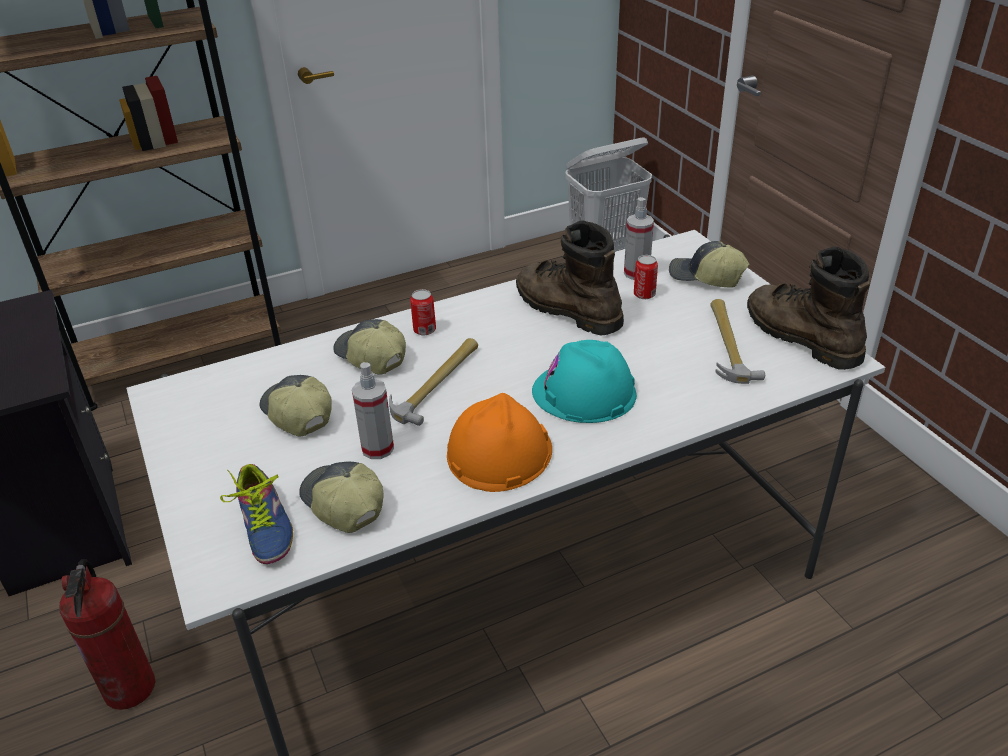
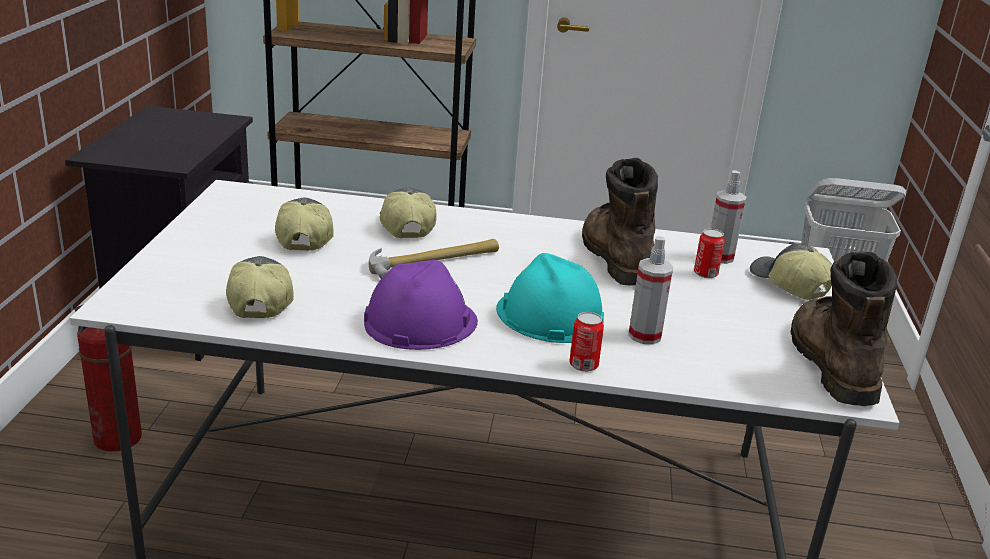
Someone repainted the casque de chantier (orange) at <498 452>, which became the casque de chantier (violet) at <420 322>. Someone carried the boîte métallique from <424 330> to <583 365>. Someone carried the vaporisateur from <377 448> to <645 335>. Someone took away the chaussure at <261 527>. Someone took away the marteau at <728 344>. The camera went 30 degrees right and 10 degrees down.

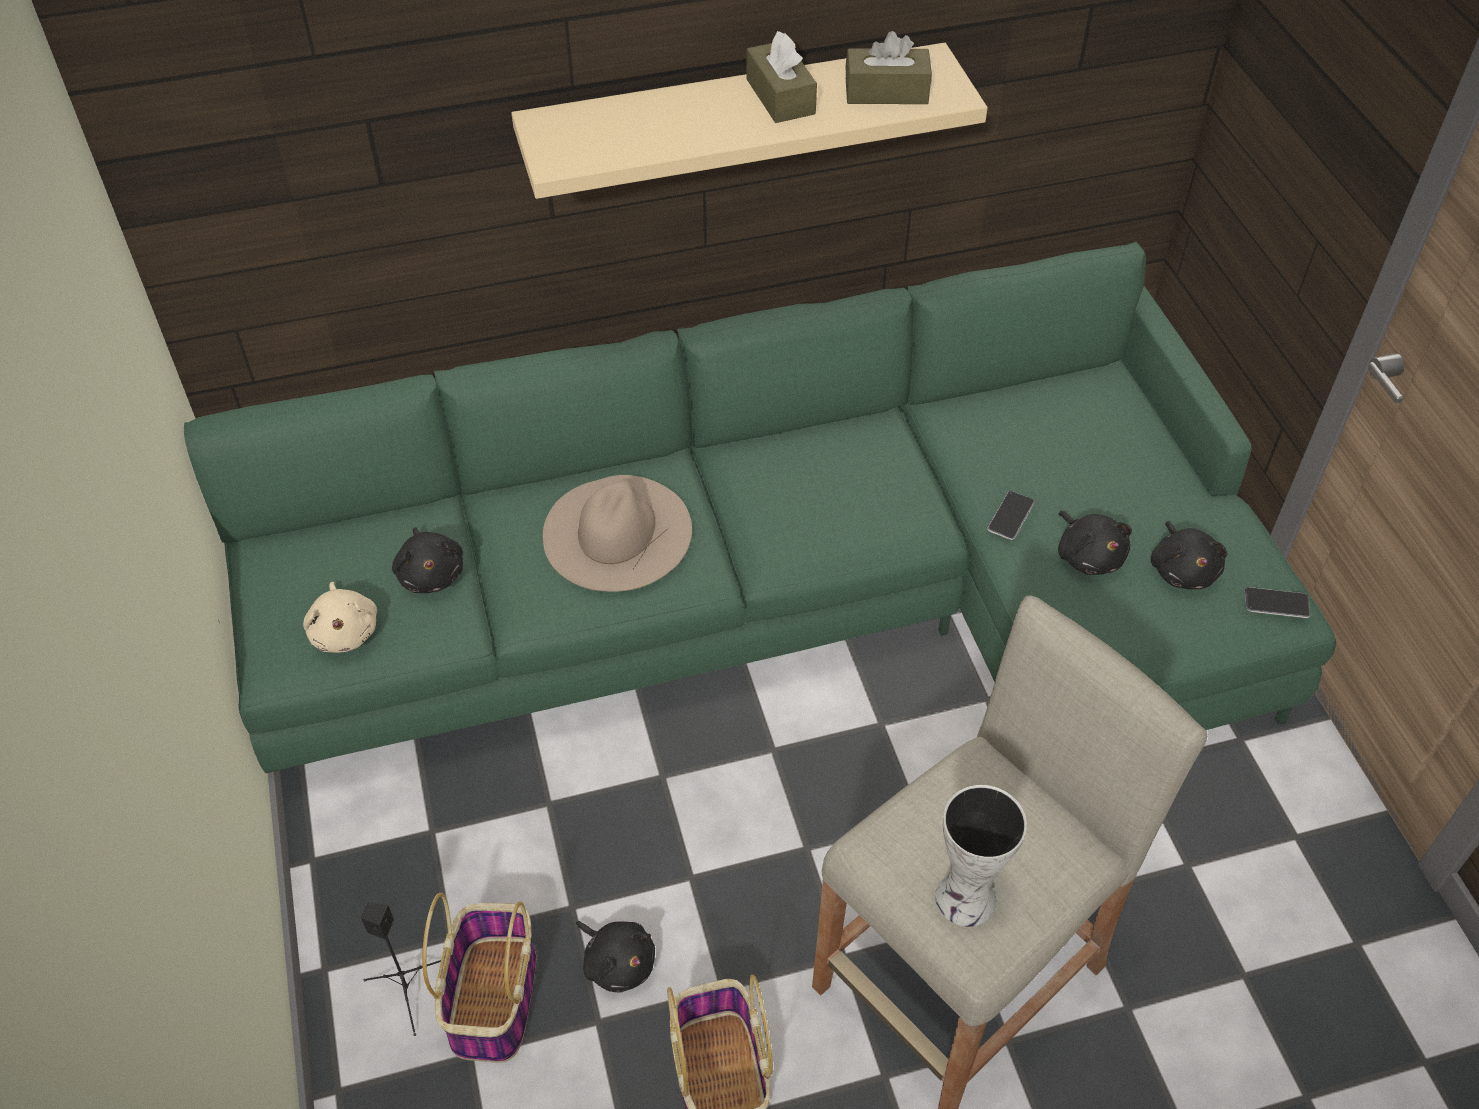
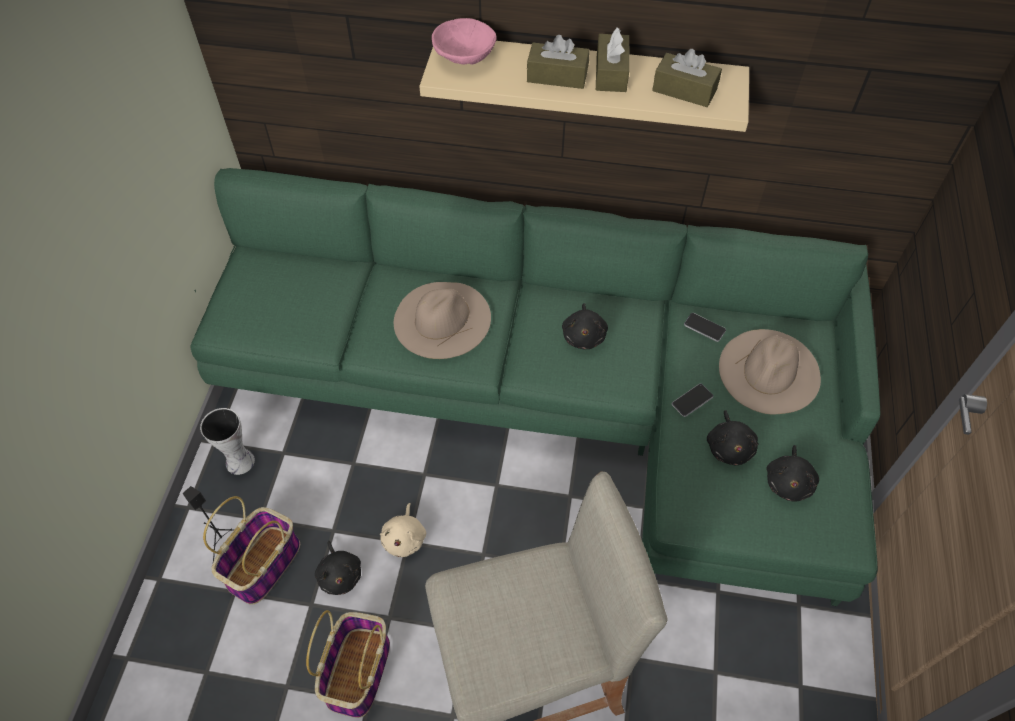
Someone carried the vase from <962 899> to <238 461>. Someone carried the peluche (beige) from <345 631> to <405 538>. Someone put down the bol (rose) at <464 58>. Someone put down the boîte à mouchoirs (marron) at <557 76>. Someone carried the peluche (noir) from <431 573> to <584 335>. Someone carried the téléphone from <1276 603> to <704 327>. Someone put down the chapeau (beige) at <769 371>. The camera went 25 degrees right and 5 degrees up.

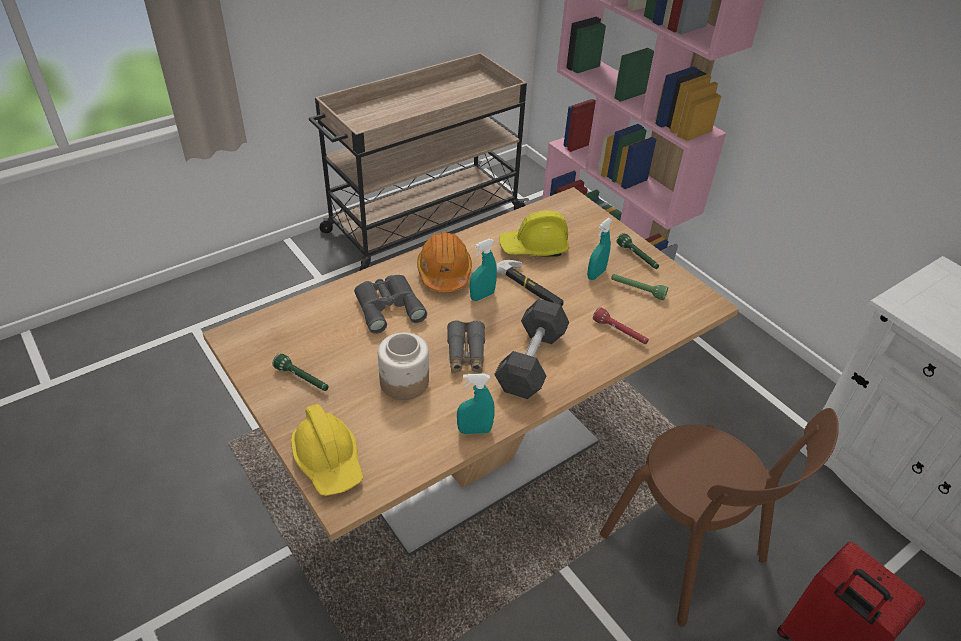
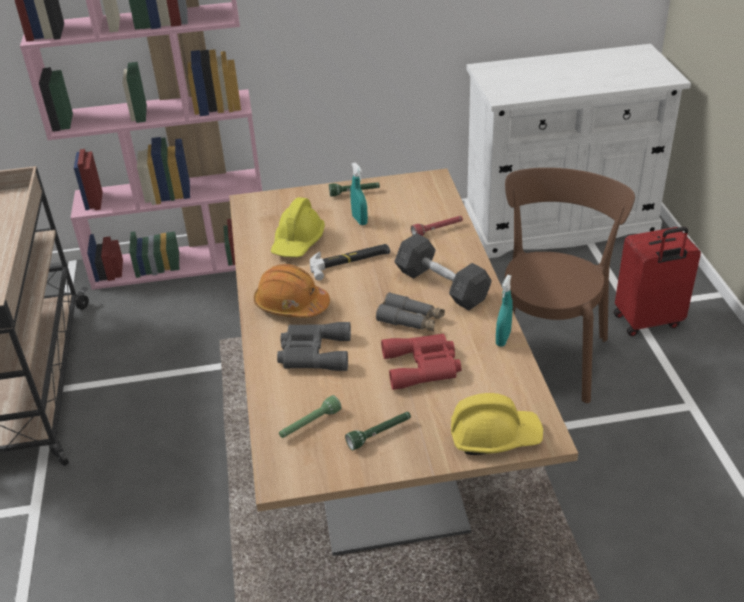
Someone carried the lampe de poche (vert) from <637 290> to <309 424>. Someone swapped the bocal at <404 382> for the jumelles (rouge) at <423 366>. Someone rotated the chaise (marron) at <688 553> by 60 degrees counterclockwise. Someone took away the vaporisateur (turquoise) at <482 296>. The camera went 60 degrees left and 5 degrees down.

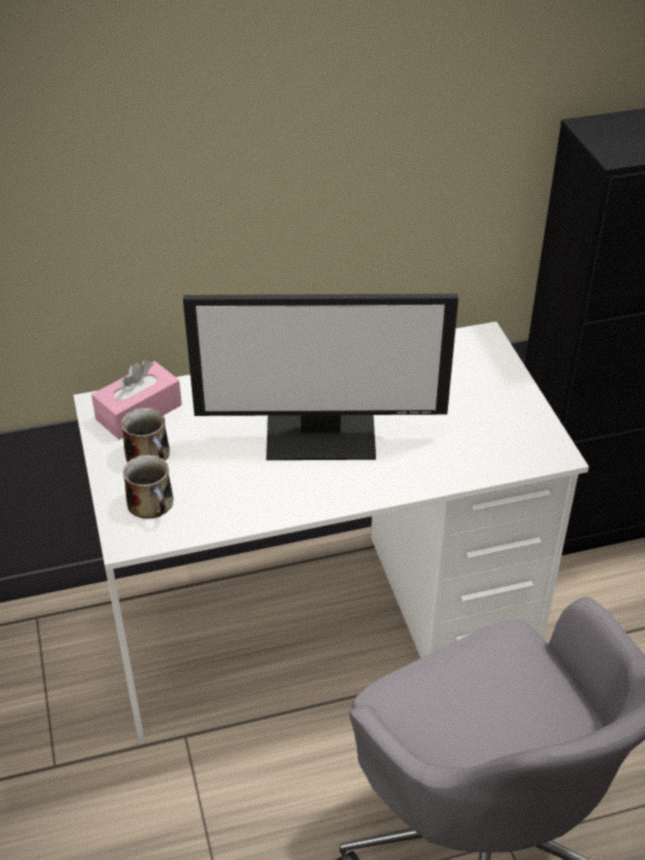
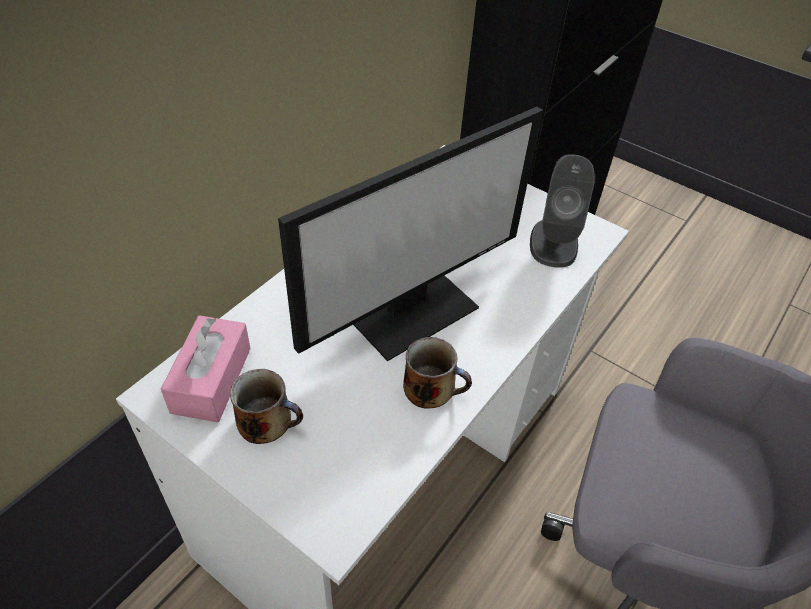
Someone carried the mug from <152 504> to <432 388>. Someone put down the enceinte (gris) at <554 242>. The camera went 40 degrees left and 5 degrees up.

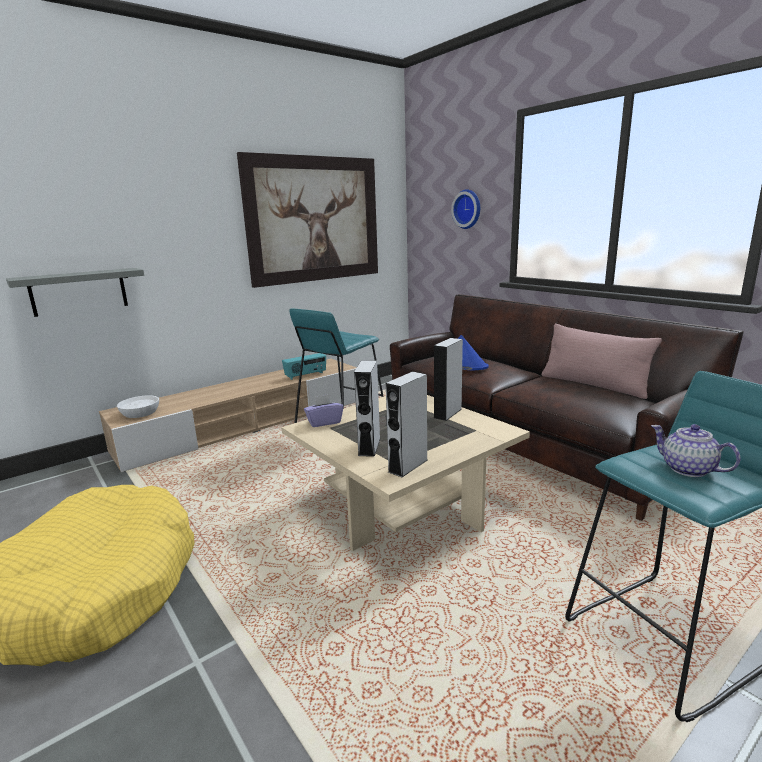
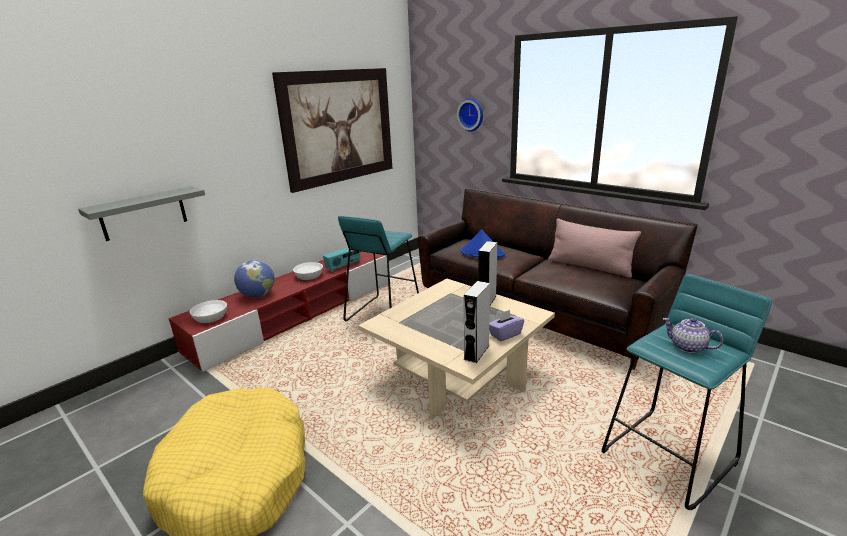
Someone repainted the meuble télé (beige) at <247 425>, which became the meuble télé (rouge) at <297 315>. Someone put down the globe at <258 295>. Someone put down the bol (blanc) at <308 276>. Someone carried the boîte à mouchoirs (violet) from <324 422> to <505 334>. Someone took away the enceinte (gris) at <369 447>. The camera went 10 degrees left and 5 degrees up.

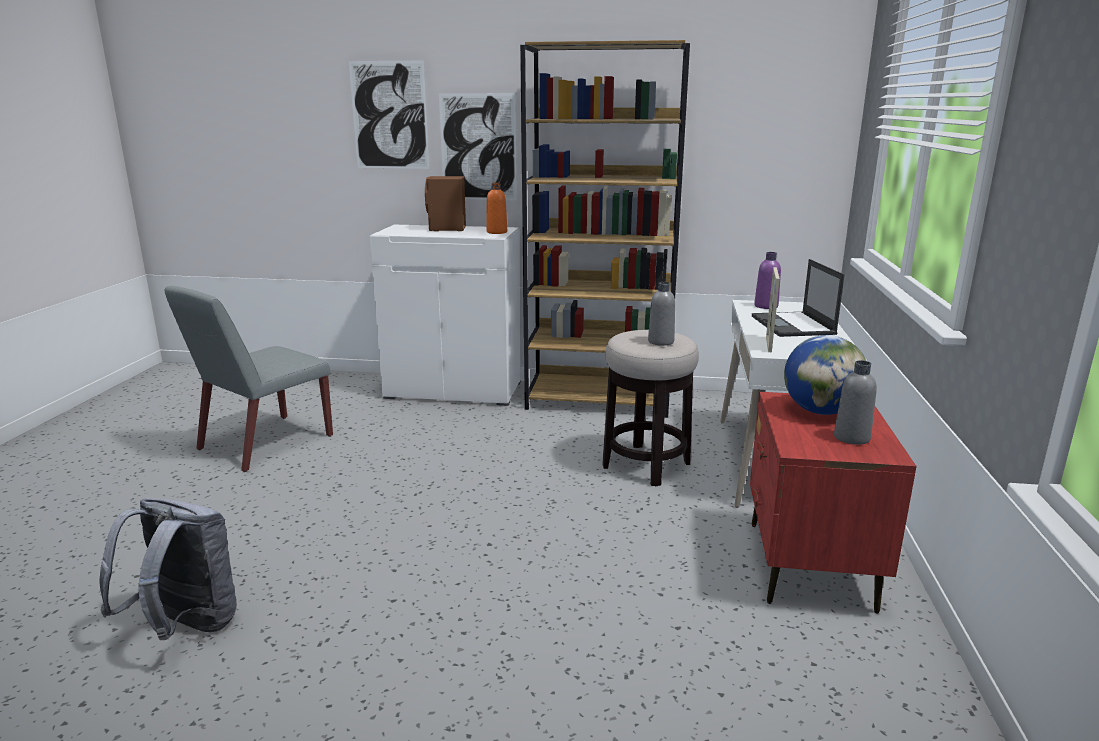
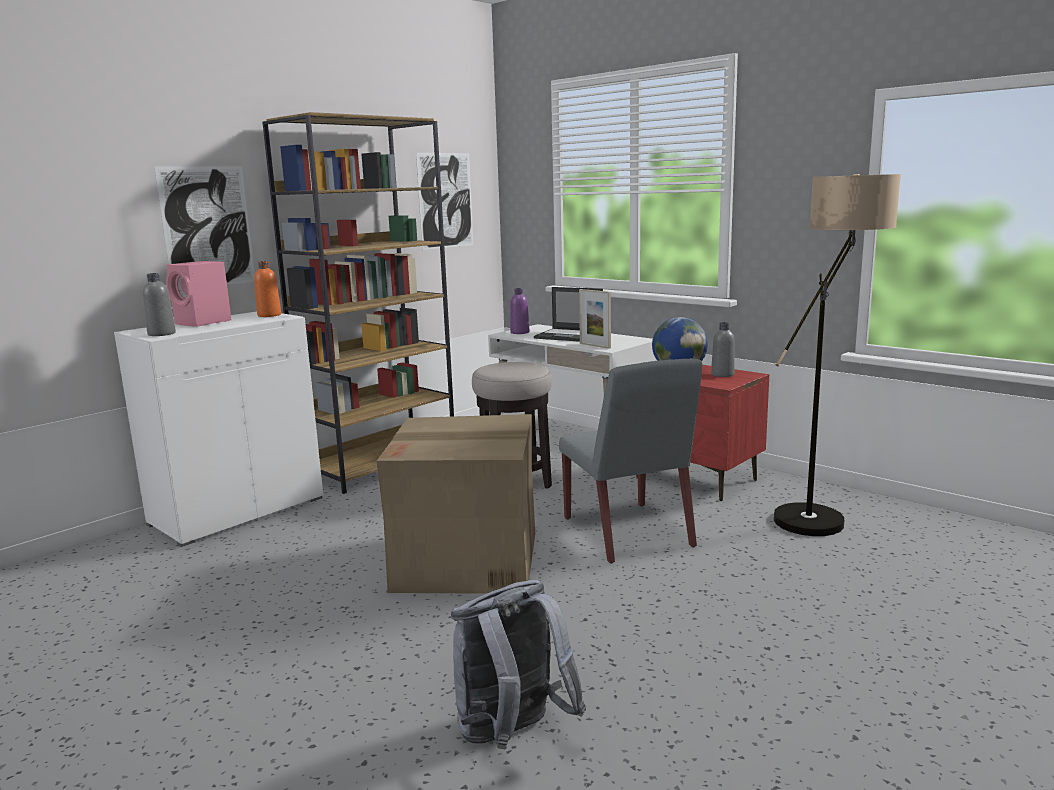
Someone carried the bouteille (gris) from <661 342> to <161 334>. Someone repainted the enceinte (marron) at <447 229>, which became the enceinte (rose) at <203 323>. Someone put down the carton at <468 560>. Someone carried the tableau from <389 115> to <445 200>. Someone carried the chaise (gris) from <264 443> to <628 533>. Someone put down the lampadaire at <821 513>. The camera went 55 degrees left and 5 degrees down.

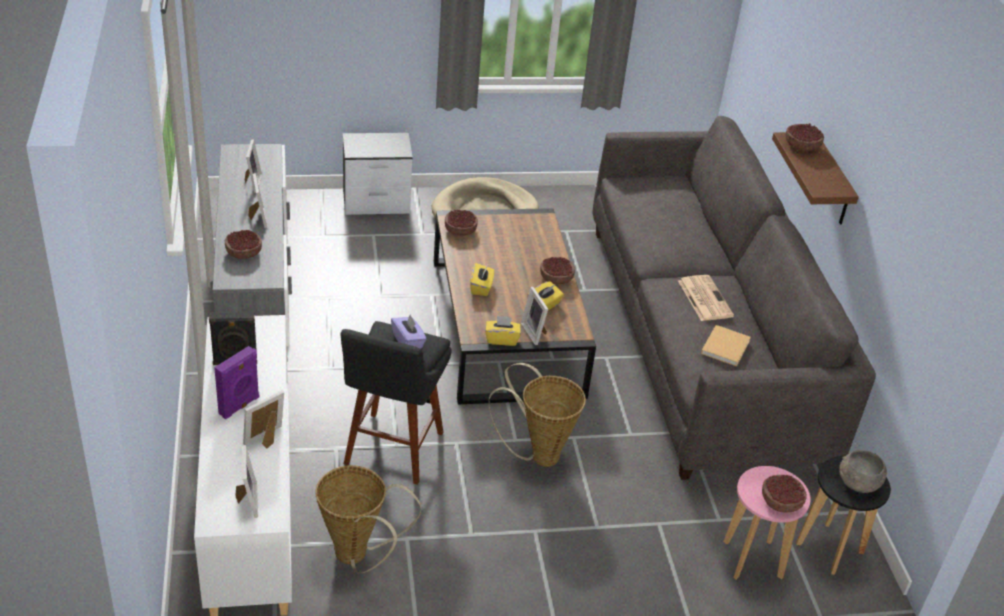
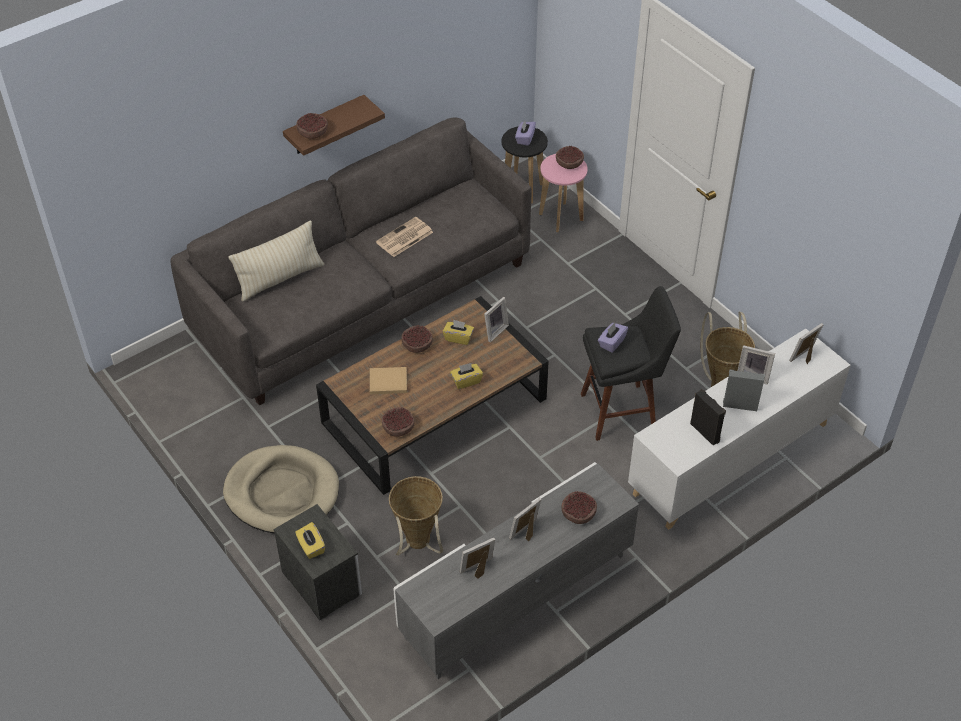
Someone put down the coussin (beige) at <280 279>. Someone carried the boîte à mouchoirs (jaune) from <502 339> to <311 547>. Someone carried the livre (beige) from <726 346> to <387 382>. Someone carried the panier from <538 454> to <418 545>. Someone swapped the bol (gris) at <857 483> for the boîte à mouchoirs (violet) at <525 138>. Someone repainted the enceinte (violet) at <240 406>, which became the enceinte (gris) at <740 405>. The camera went 115 degrees left and 10 degrees up.

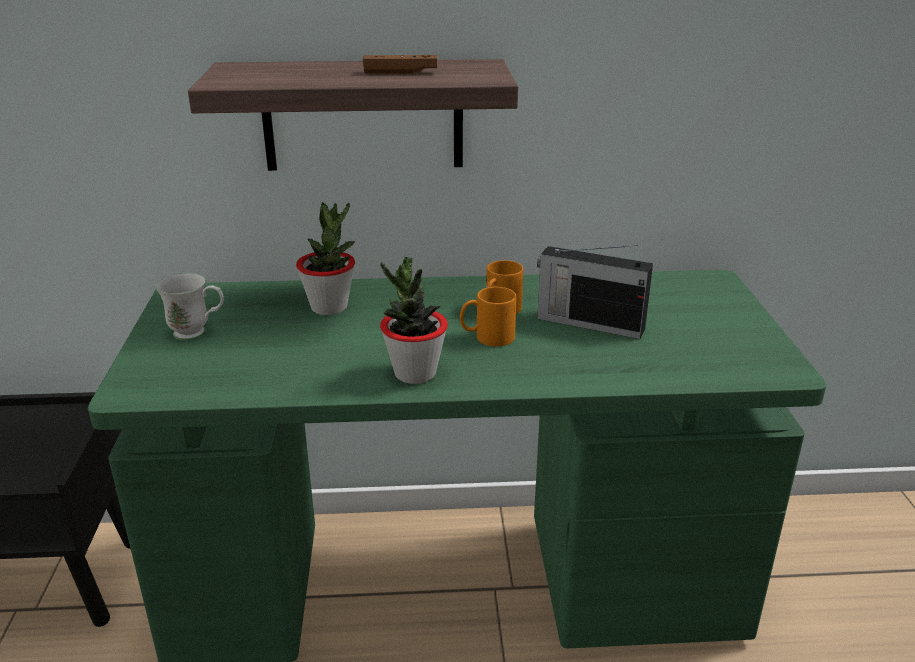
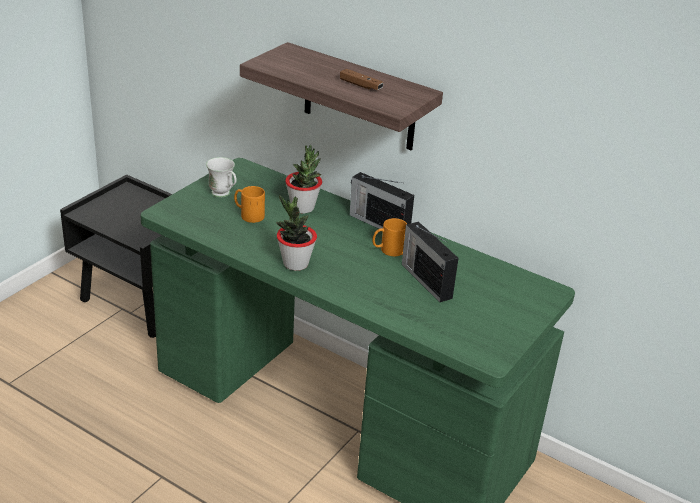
Someone carried the mug (orange) from <487 338> to <248 215>. Someone put down the radio at <378 223>. The camera went 35 degrees right and 5 degrees up.

